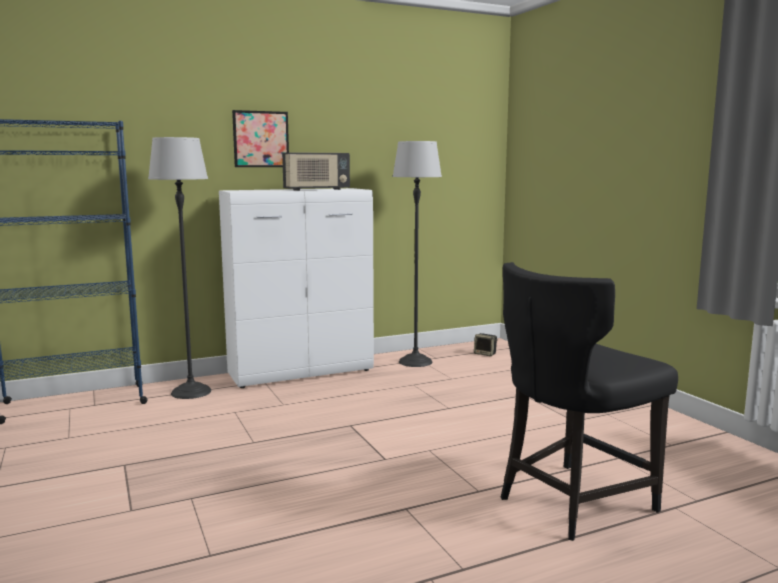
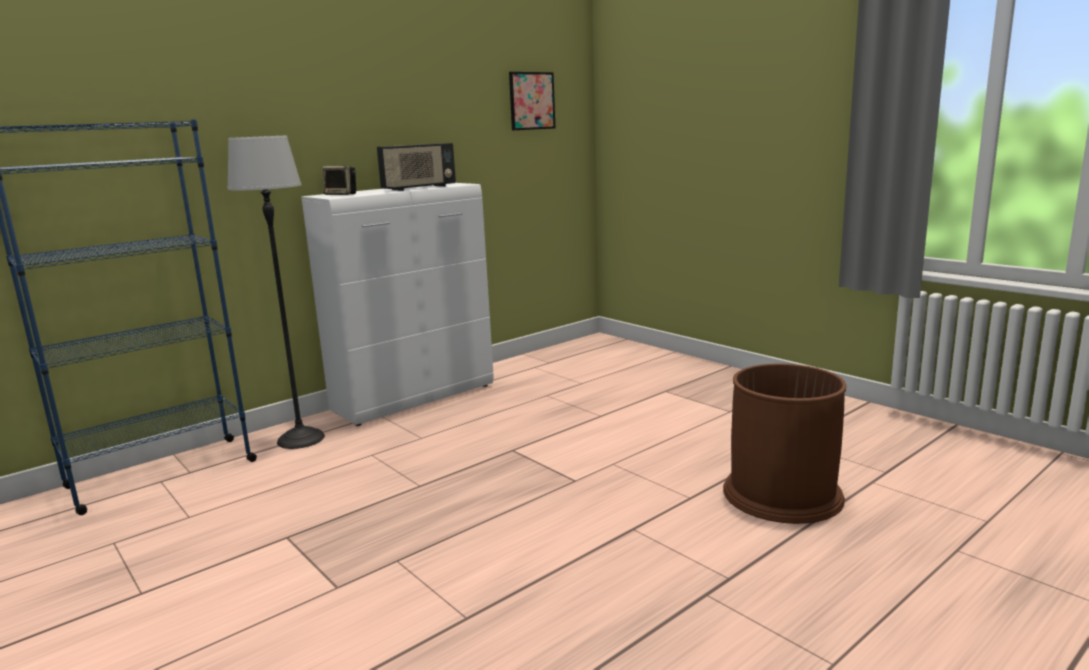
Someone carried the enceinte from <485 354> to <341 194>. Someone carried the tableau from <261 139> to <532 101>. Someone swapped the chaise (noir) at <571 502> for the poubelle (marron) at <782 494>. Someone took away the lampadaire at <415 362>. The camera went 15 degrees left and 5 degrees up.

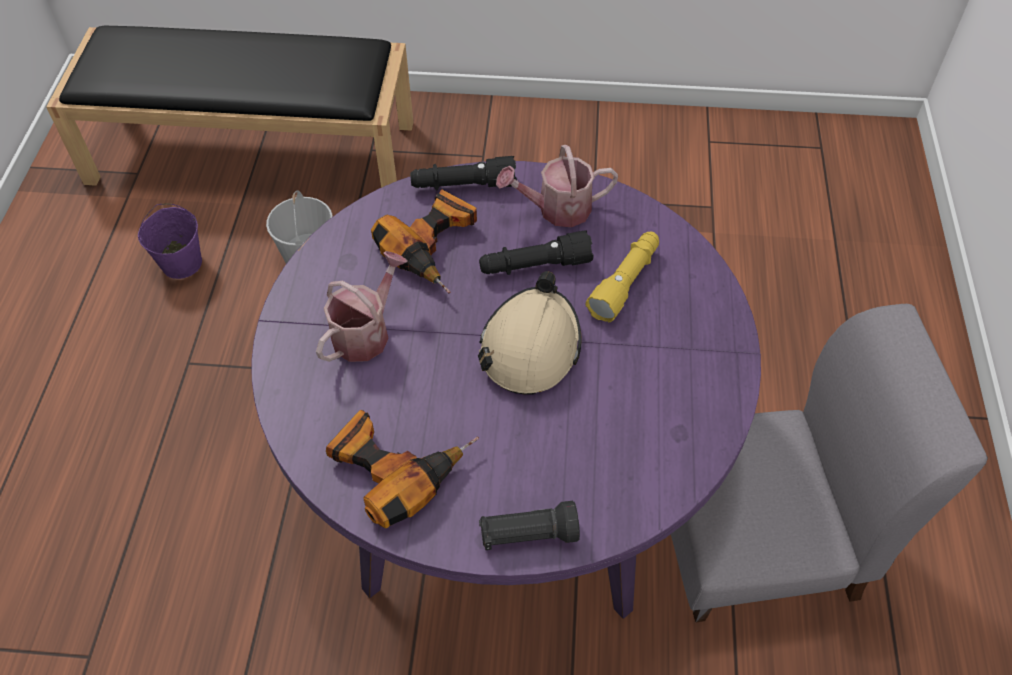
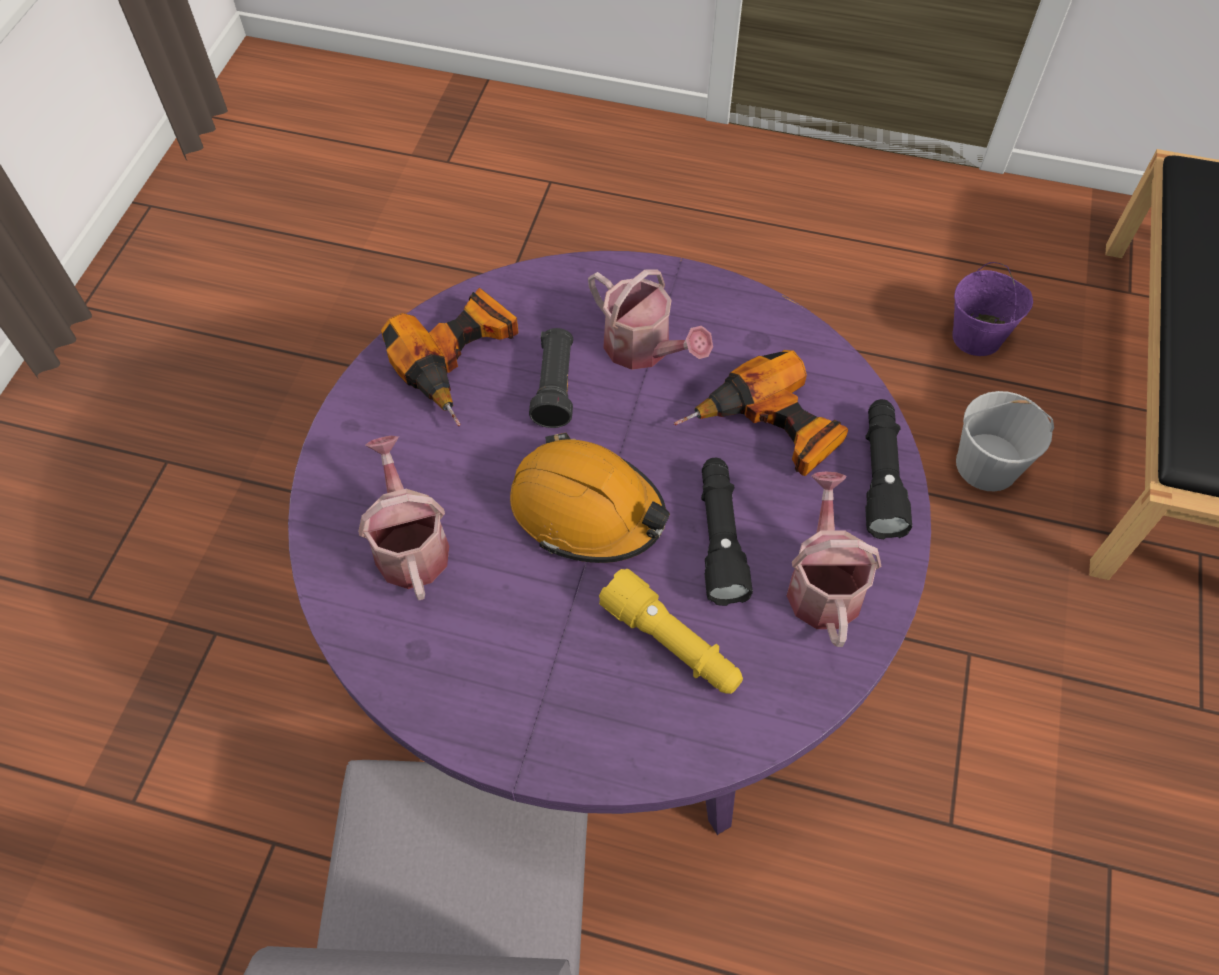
Someone put down the arrosoir at <409 544>. Someone repainted the casque de chantier (beige) at <530 346>, which became the casque de chantier (orange) at <587 510>. Someone carried the lampe de poche (noir) from <528 535> to <555 387>. The camera went 100 degrees right and 5 degrees up.

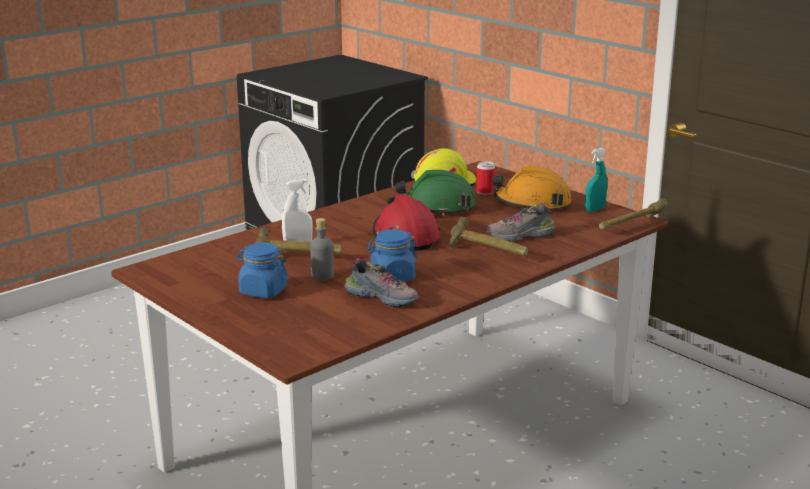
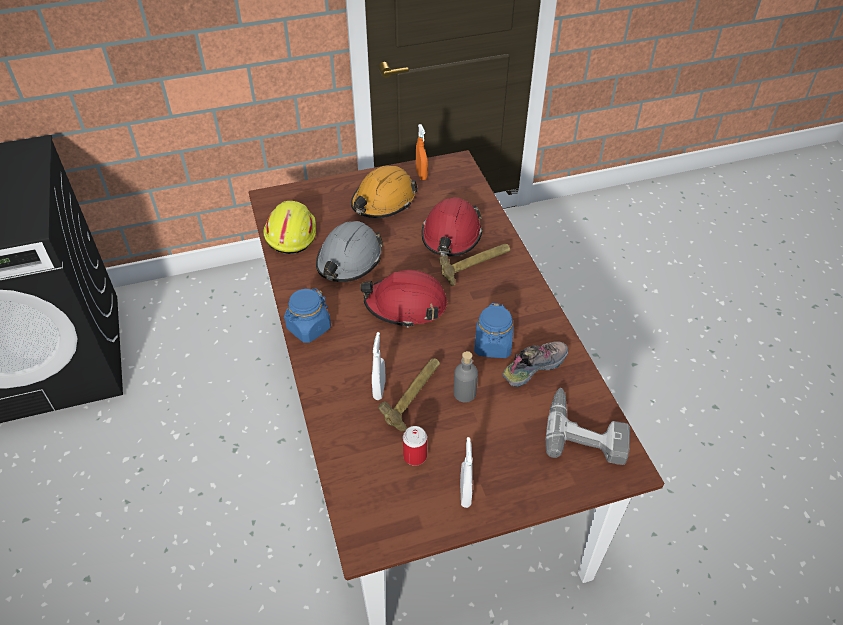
Someone carried the bocal (bleu) from <263 291> to <308 328>. Someone repainted the casque de chantier (vert) at <436 207>, which became the casque de chantier (gris) at <349 261>. Someone carried the boîte métallique from <485 192> to <415 456>. Someone repainted the vaporisateur (turquoise) at <595 209>, which became the vaporisateur (orange) at <421 174>. Someone swapped the chaussure at <520 236> for the casque de chantier (rouge) at <451 236>. Someone put down the vaporisateur (blanc) at <465 494>. Someone put down the perceuse at <585 431>. Someone took away the marteau at <630 228>. The camera went 65 degrees left and 25 degrees up.

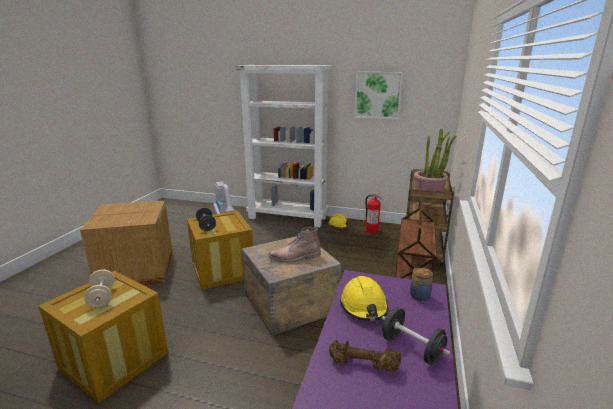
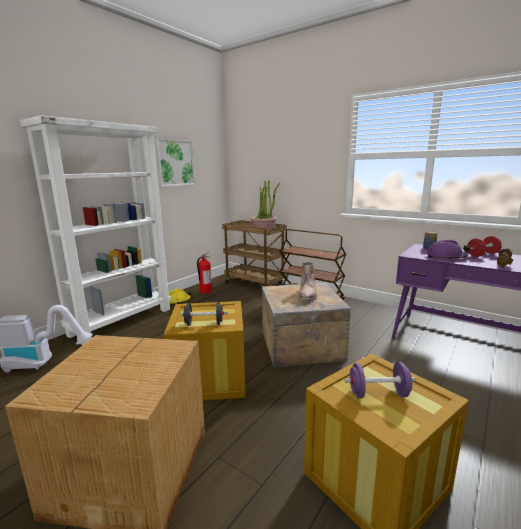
Someone repainted the haltère (beige) at <102 297>, which became the haltère (violet) at <378 394>. Someone repainted the casque de chantier (jaune) at <364 306>, which became the casque de chantier (violet) at <446 257>. Someone repainted the haltère (noir) at <412 348>, which became the haltère (rouge) at <482 255>. The camera went 70 degrees left and 5 degrees down.

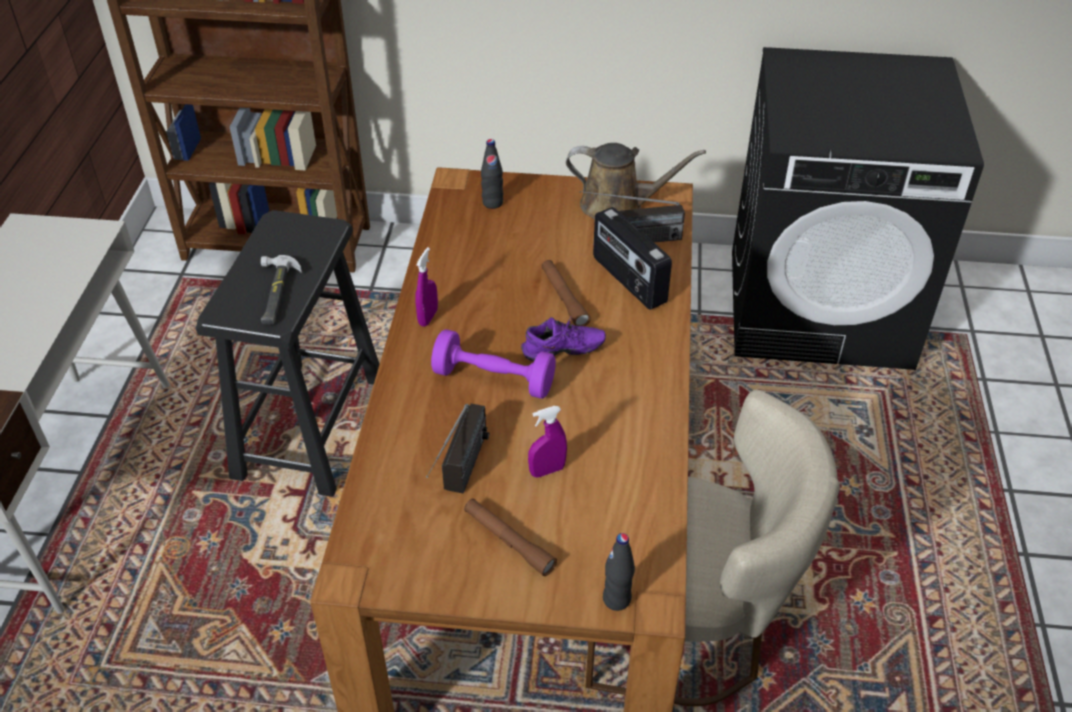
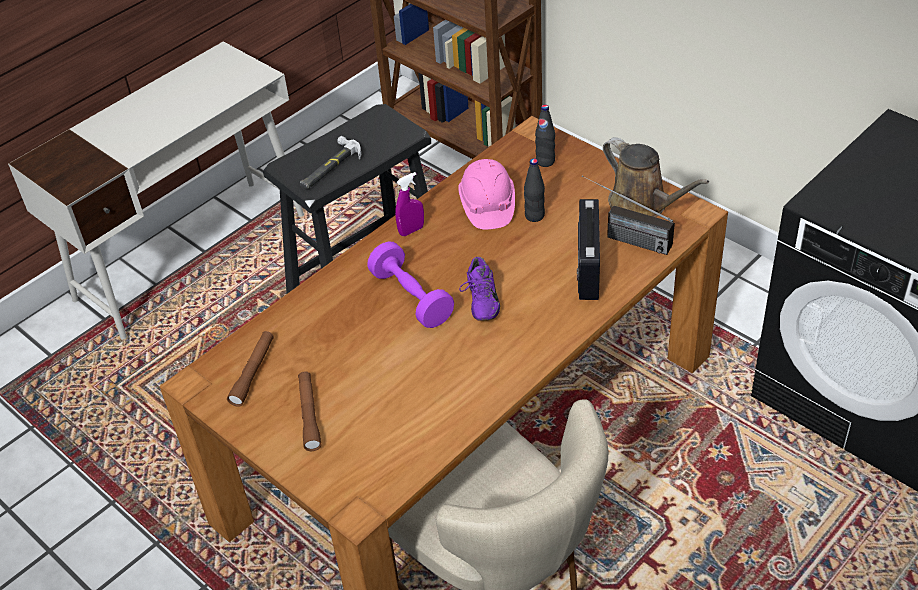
Someone carried the lampe de poche (marron) from <564 298> to <253 372>. Someone put down the casque de chantier (rose) at <487 206>. Someone rotated the chaussure (violet) at <563 353> by 60 degrees clockwise. Someone carried the bouteille (noir) from <617 599> to <534 216>. Someone took away the radio at <461 478>. Someone took away the vaporisateur (violet) at <547 470>. The camera went 40 degrees right and 0 degrees up.

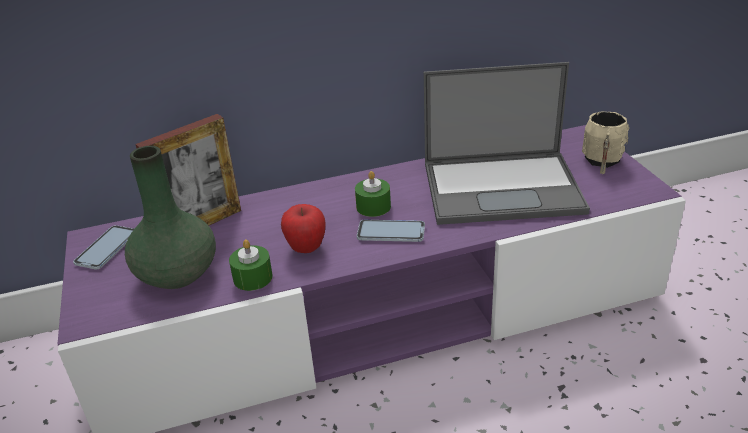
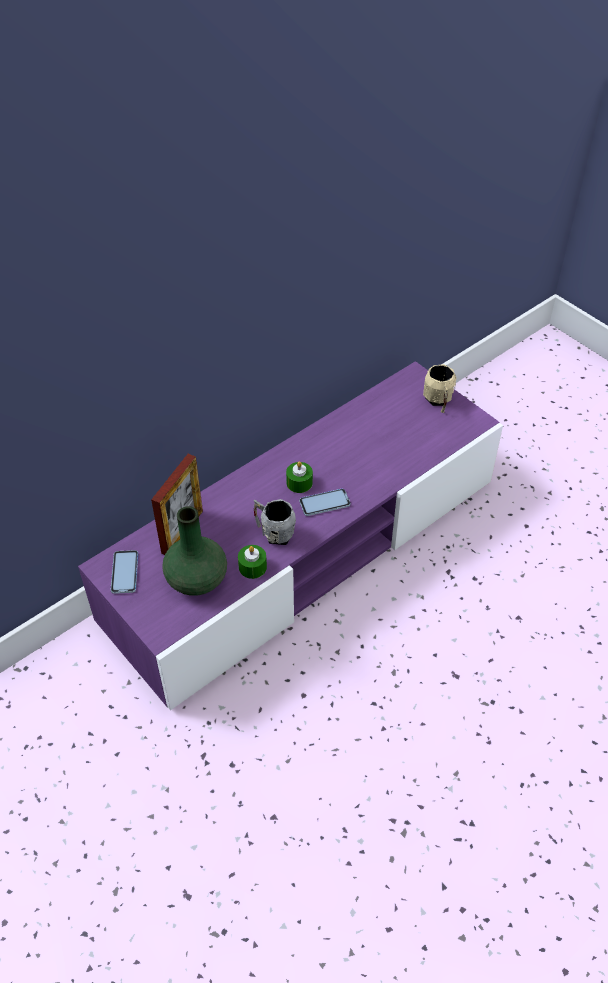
Someone swapped the pomme at <306 248> for the mug (gris) at <274 532>. Someone took away the ordinateur portable at <503 187>. The camera went 25 degrees left and 15 degrees up.

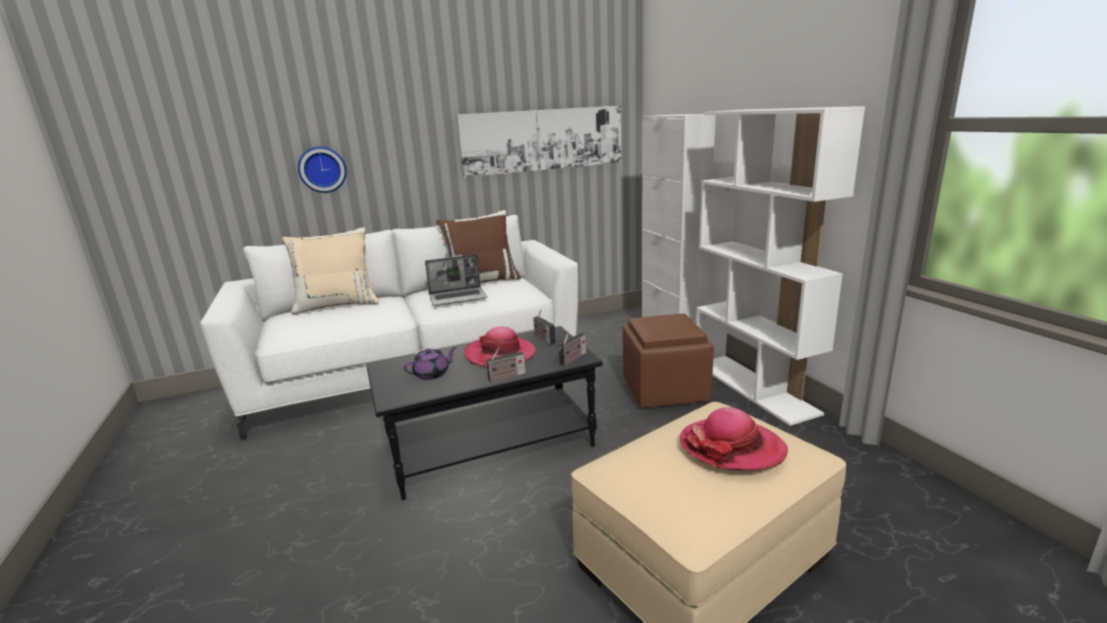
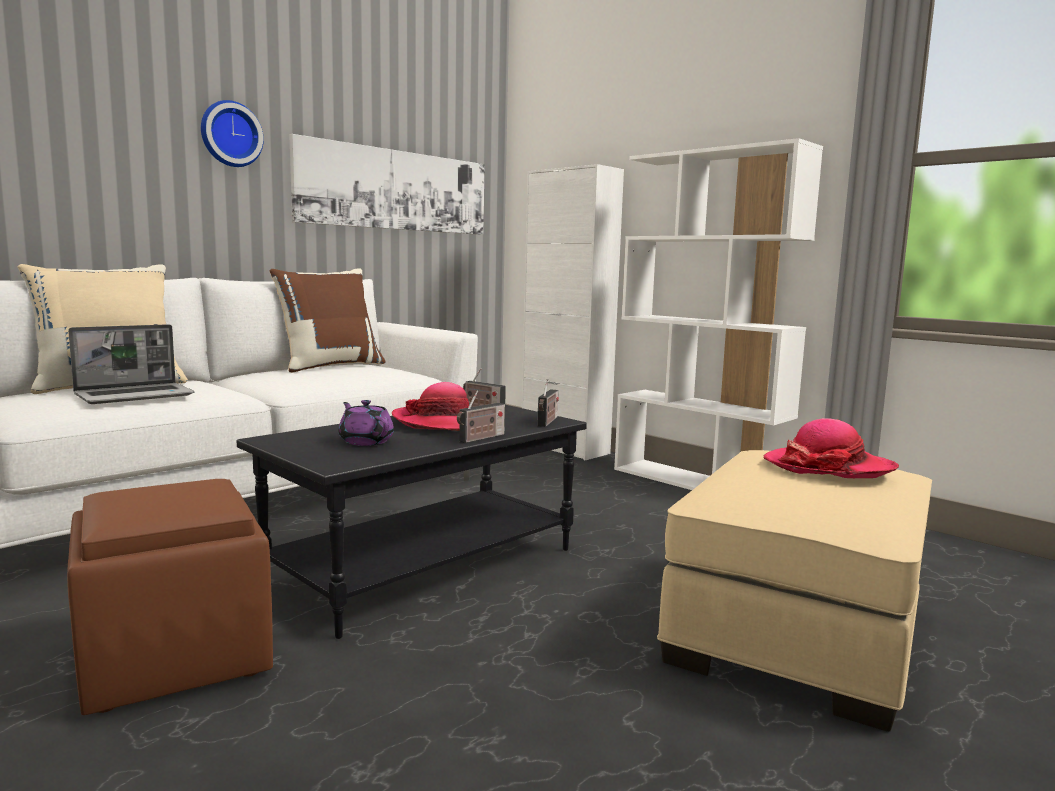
Someone carried the pouf (marron) from <665 390> to <177 657>. Someone carried the ordinateur portable from <458 297> to <136 395>. Someone carried the horloge murale from <322 169> to <230 134>. Someone rotated the théière (violet) at <432 374> by 75 degrees counterclockwise. The camera went 25 degrees left and 10 degrees down.

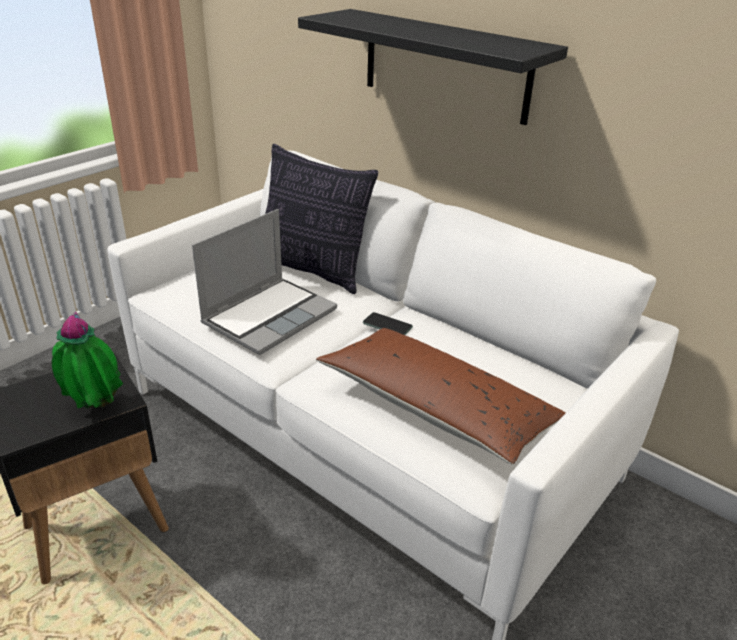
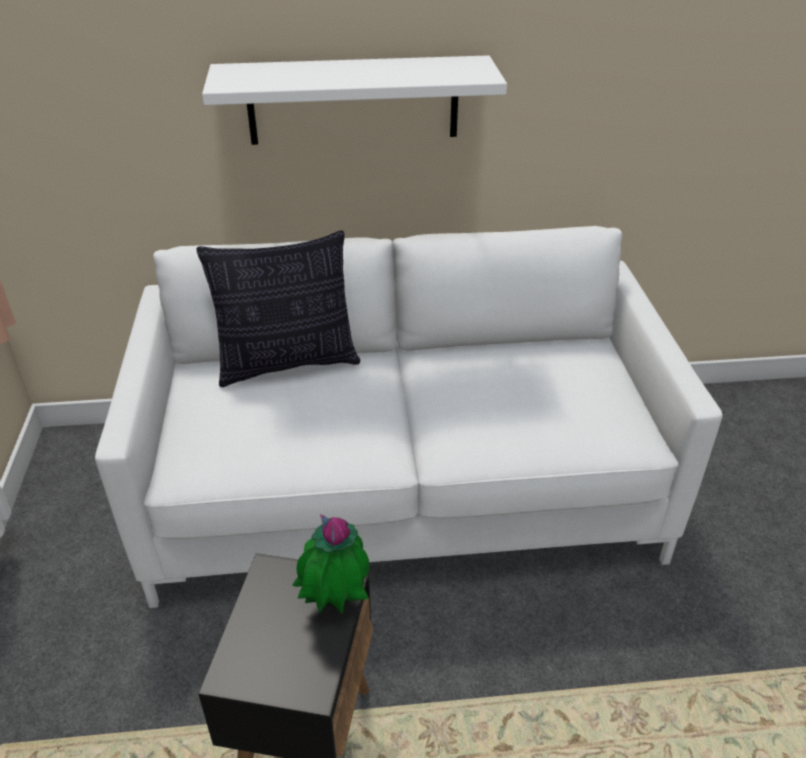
Someone repainted the étagère (noir) at <445 65>, which became the étagère (blanc) at <353 100>. Someone took away the ordinateur portable at <270 316>. Someone took away the coussin (marron) at <436 408>. Someone took away the téléphone at <387 325>. The camera went 45 degrees left and 5 degrees up.

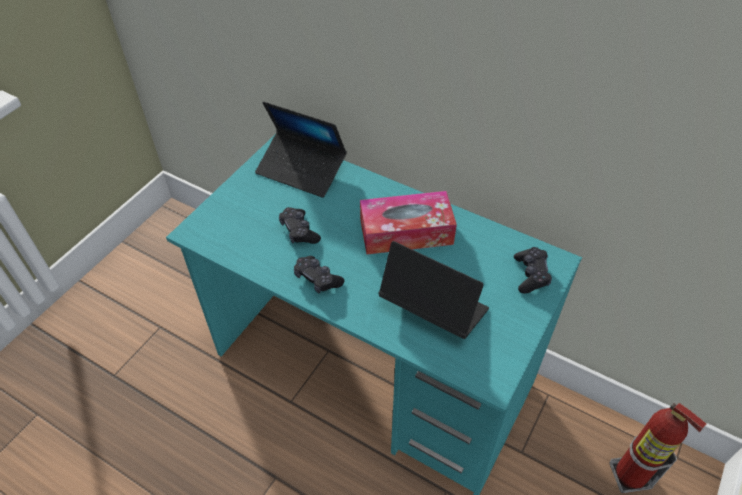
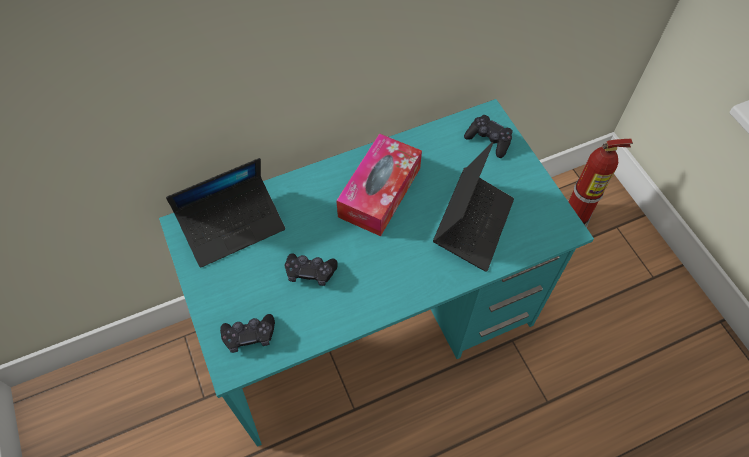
Someone carried the manette (noir) from <317 279> to <249 336>. Someone rotated the ordinateur portable at <433 308> by 135 degrees clockwise. The camera went 55 degrees left and 10 degrees up.

